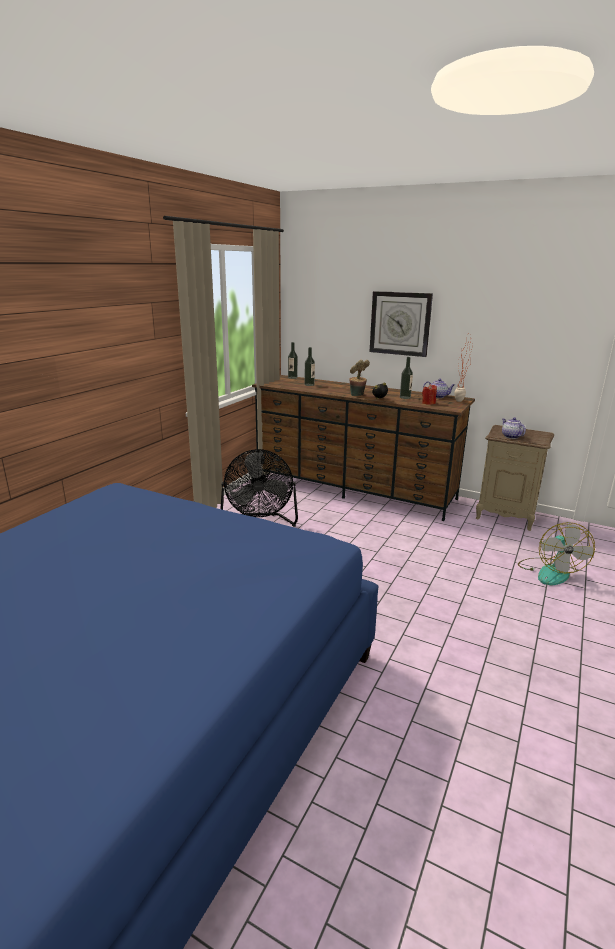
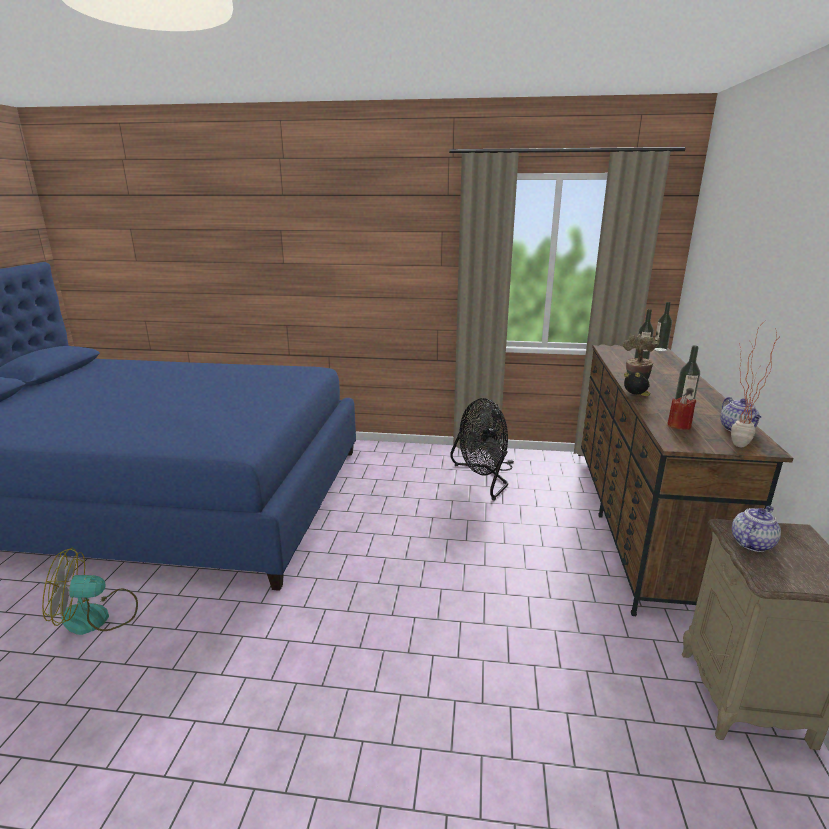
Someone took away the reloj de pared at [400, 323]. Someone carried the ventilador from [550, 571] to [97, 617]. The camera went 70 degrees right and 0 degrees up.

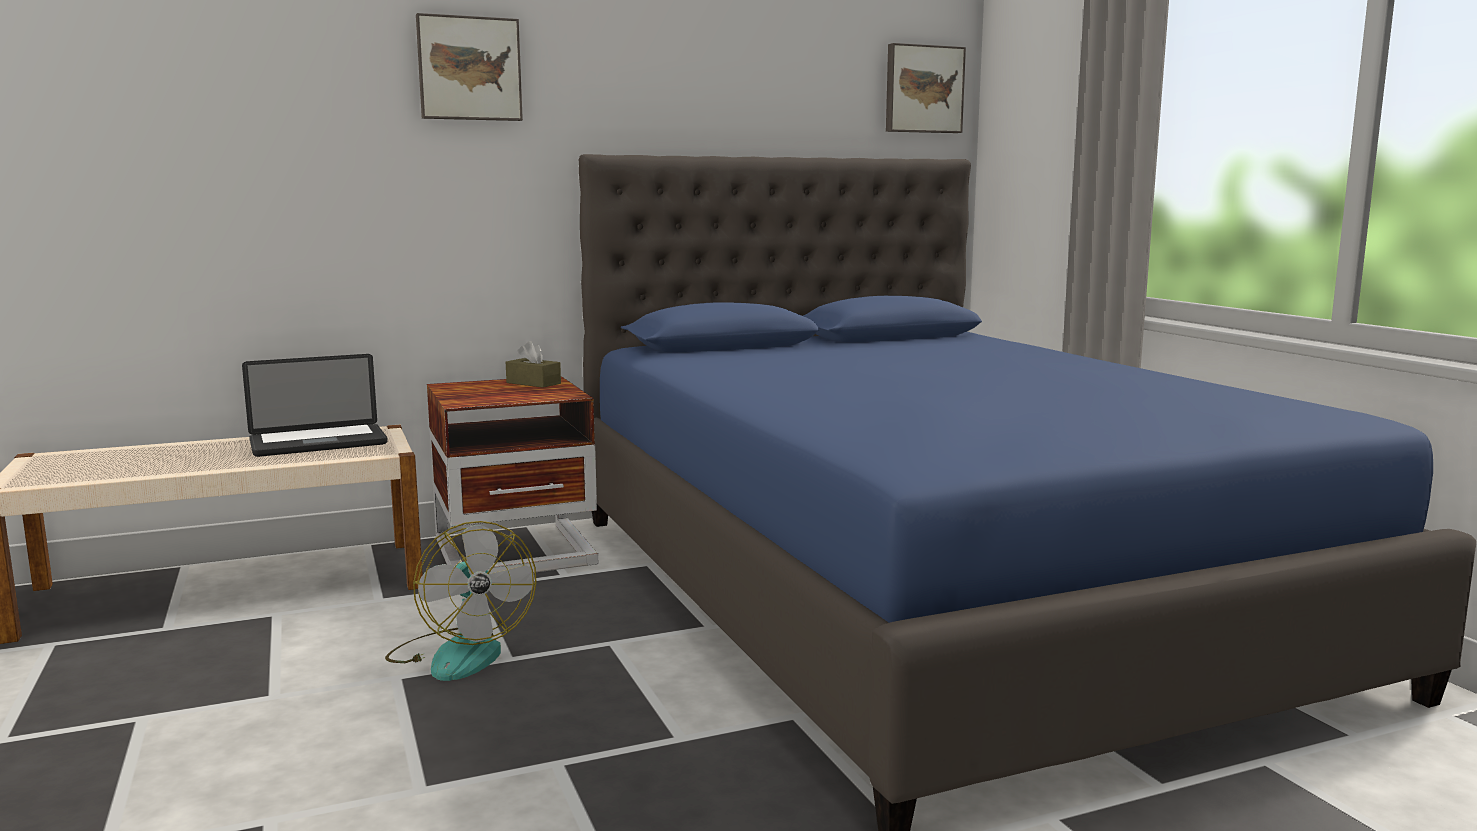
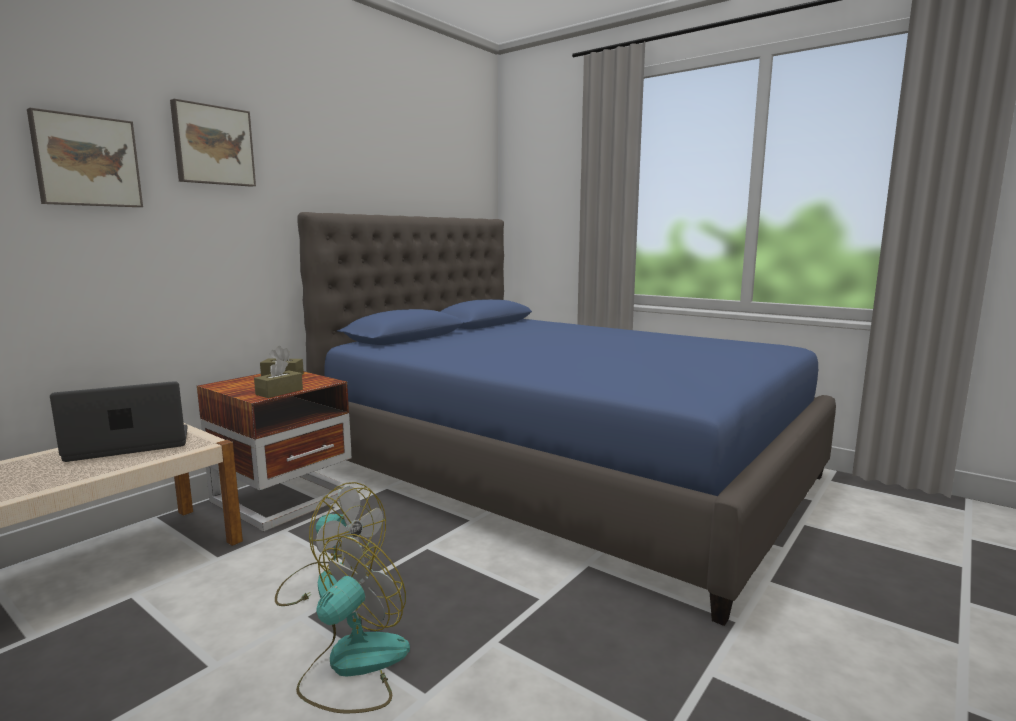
Someone put down the caja de pañuelos [marrón] at [279, 392]. Someone put down the ventilador at [354, 666]. Someone carried the cuadro from [923, 89] to [86, 161]. Someone rotated the portátil at [318, 443] by 150 degrees counterclockwise. The camera went 30 degrees left and 0 degrees up.

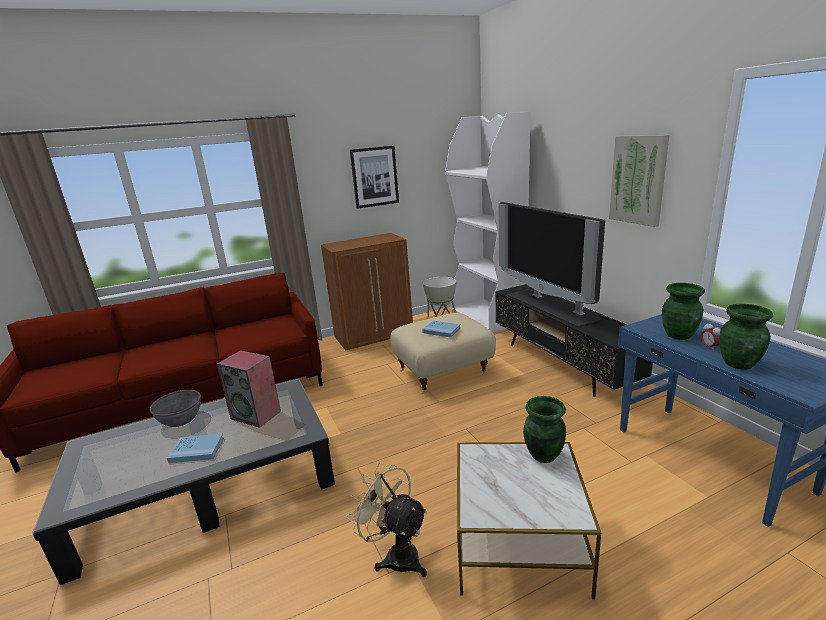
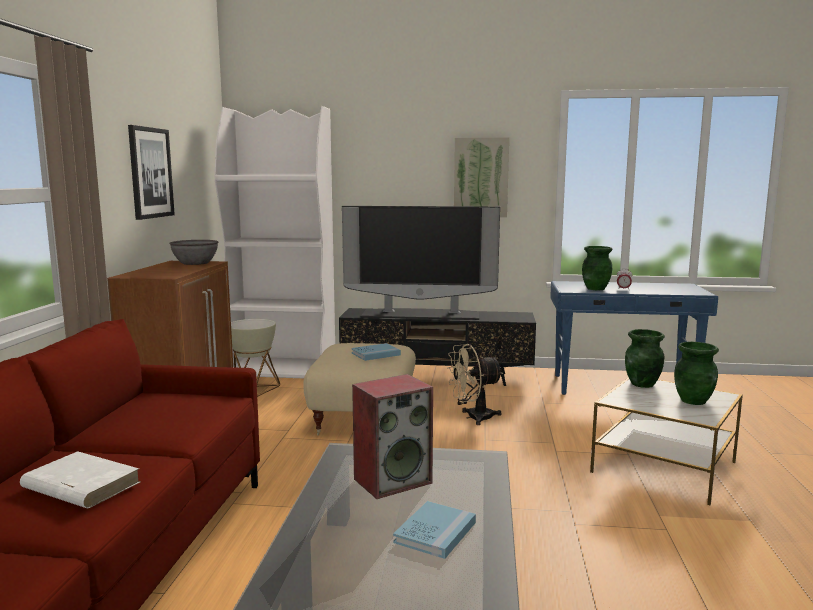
Someone put down the libro [blanco] at [80, 485]. Someone carried the cuenco [gris] from [181, 419] to [195, 263]. Someone carried the ventilador [beis] from [396, 555] to [473, 417]. Someone carried the florero [verde] from [739, 364] to [693, 401]. The camera went 60 degrees left and 10 degrees down.

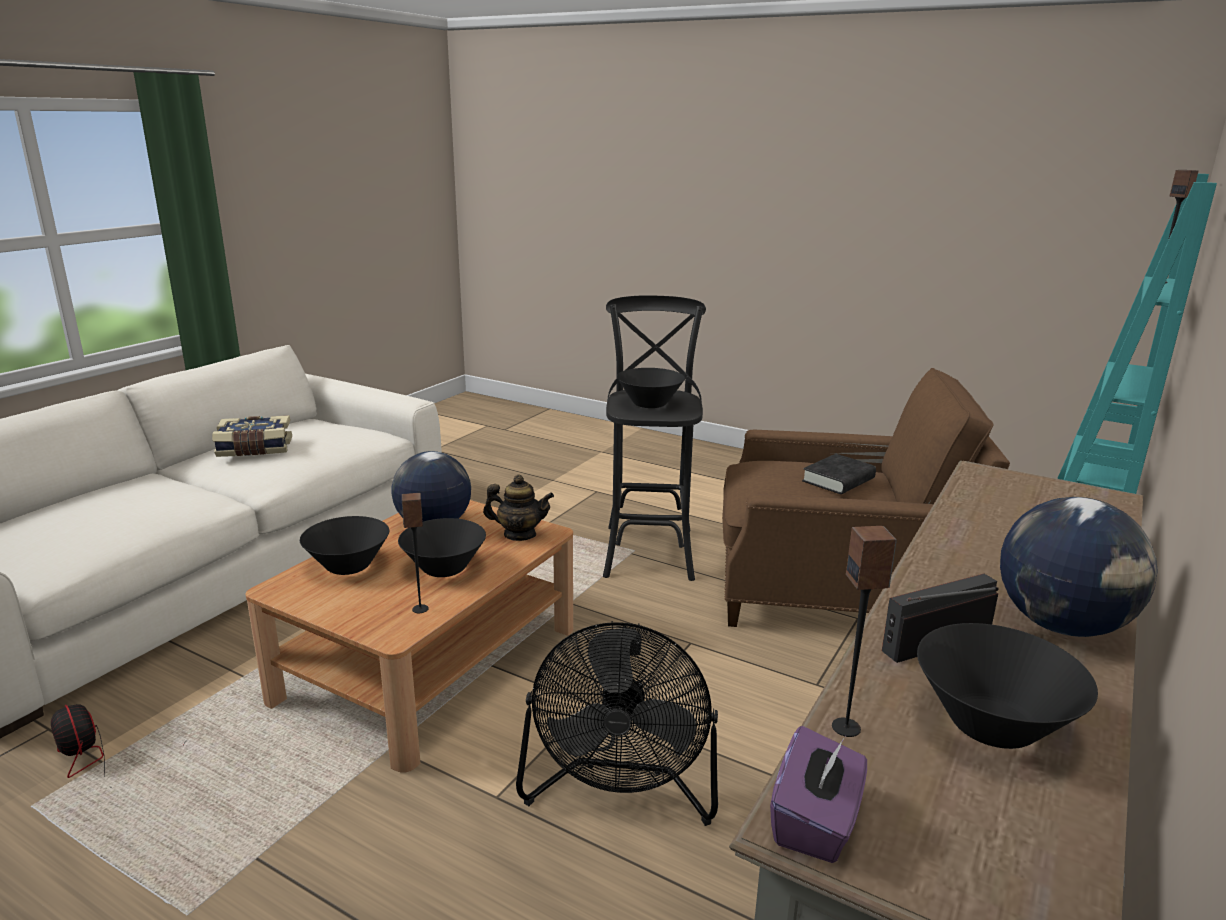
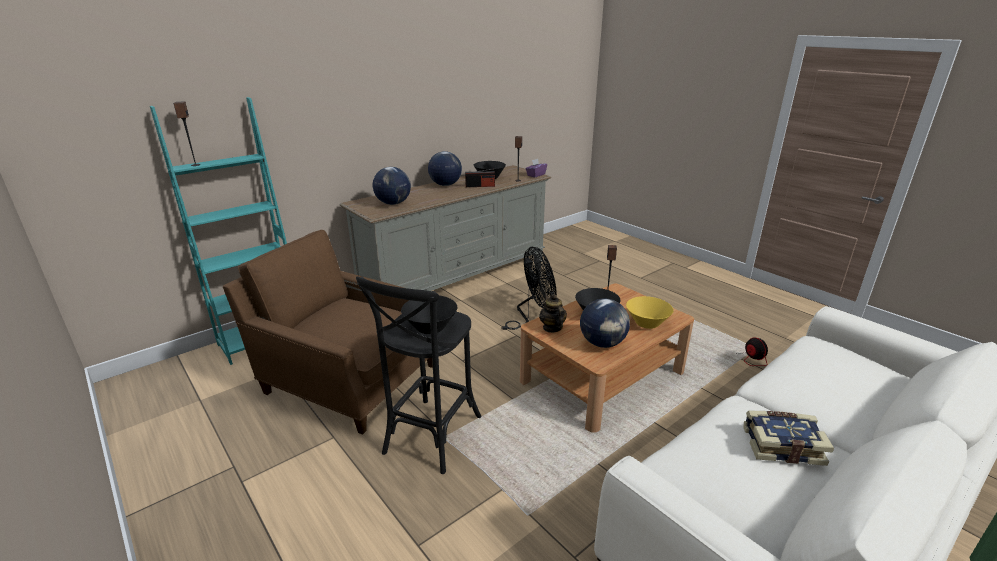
Someone took away the libro [negro] at [838, 480]. Someone put down the globo terráqueo at [393, 203]. Someone repainted the cuenco [negro] at [348, 566], which became the cuenco [amarillo] at [647, 323]. Someone rotated the tetera at [519, 534] by 45 degrees clockwise. Someone rotated the ventilador [negro] at [614, 785] by 45 degrees clockwise. The camera went 160 degrees left and 5 degrees up.

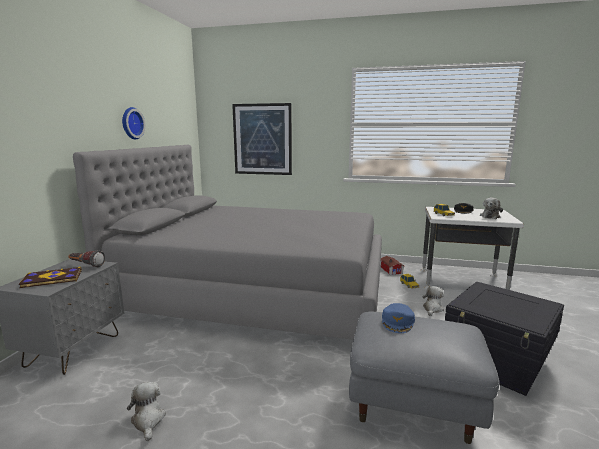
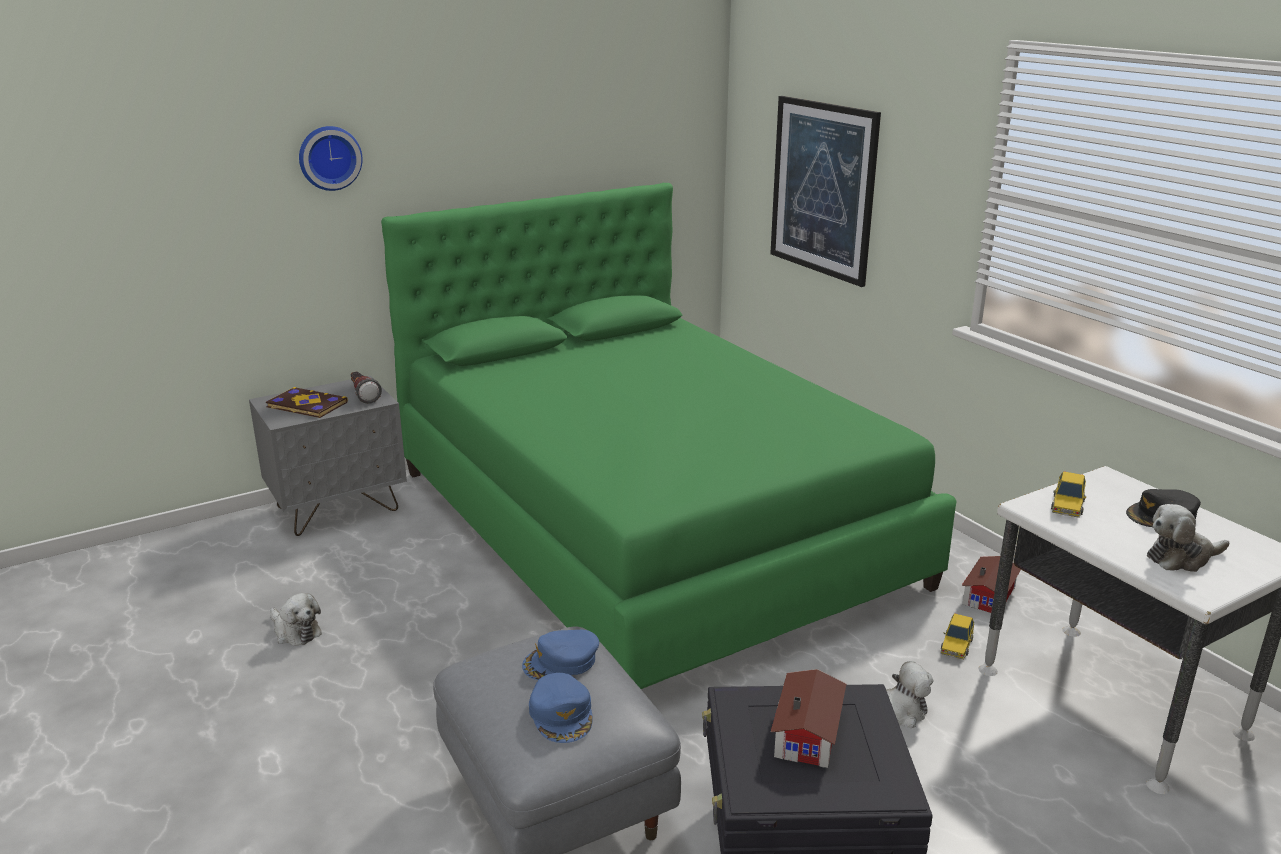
Someone put down the gorra [azul] at [562, 714]. Someone put down the casita at [810, 731]. Someone carried the reloj de pared from [131, 123] to [329, 157]. Someone repainted the cama [gris] at [255, 292], which became the cama [verde] at [647, 525]. Someone rotated the peluche at [148, 420] by 105 degrees clockwise. The camera went 45 degrees right and 10 degrees up.

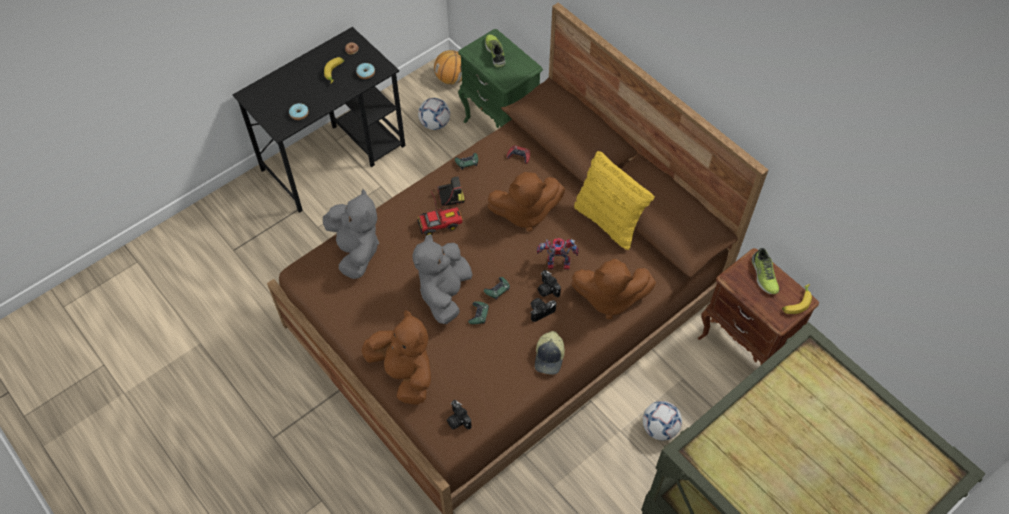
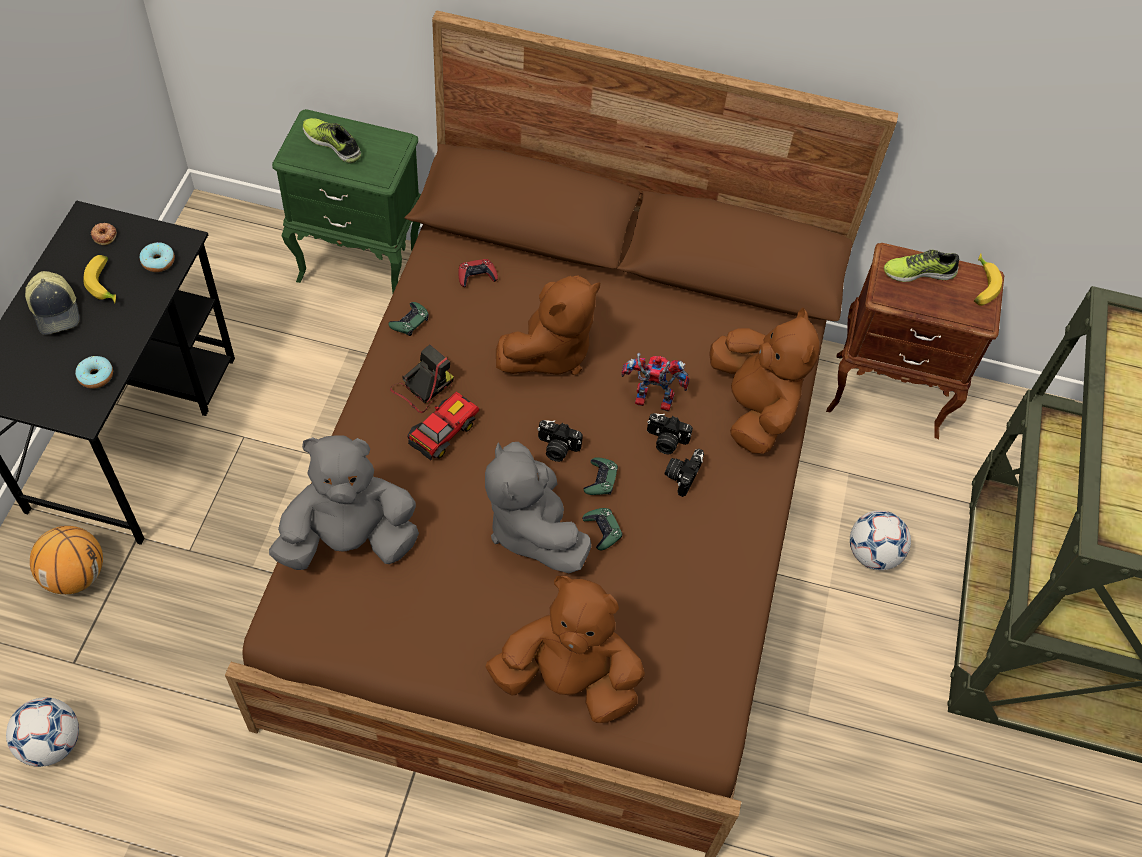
Someone took away the cojín [amarillo] at [609, 222]. Someone carried the balón de fútbol from [435, 124] to [52, 743]. Someone carried the balón de baloncesto from [451, 79] to [75, 575]. Someone carried the cámara from [457, 420] to [556, 448]. Someone carried the gorra from [549, 357] to [56, 310]. Someone rotated the peluche [gris] at [356, 251] by 45 degrees counterclockwise. Someone rotated the robot de juguete at [556, 265] by 45 degrees clockwise. Someone rotated the peluche [marrón] at [609, 298] by 75 degrees counterclockwise. Someone rotated the zapato at [763, 275] by 135 degrees clockwise. The camera went 40 degrees left and 0 degrees up.

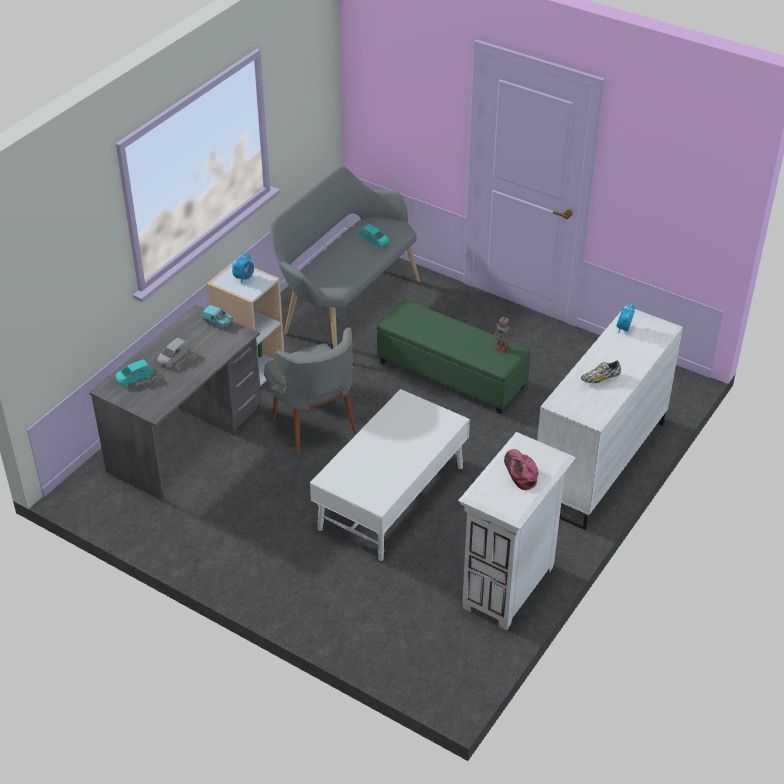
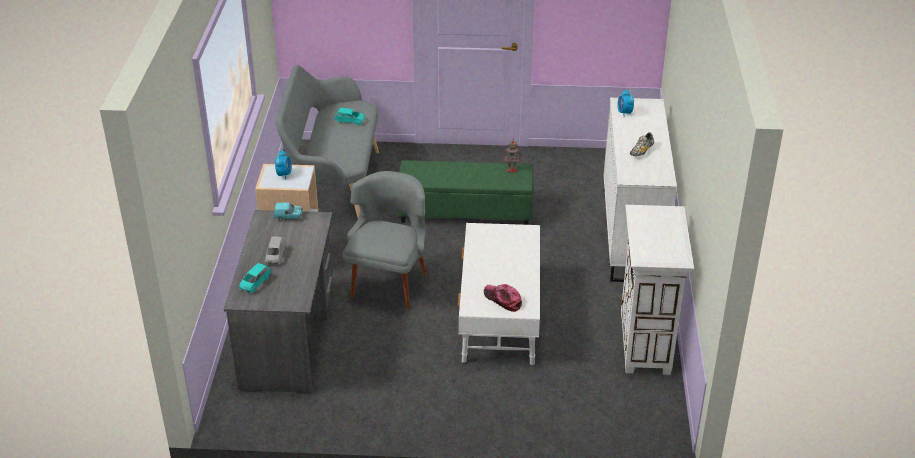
Someone carried the gorra from [520, 472] to [503, 300]. Someone rotated the silla [gris] at [314, 425] by 105 degrees counterclockwise. The camera went 30 degrees left and 5 degrees down.

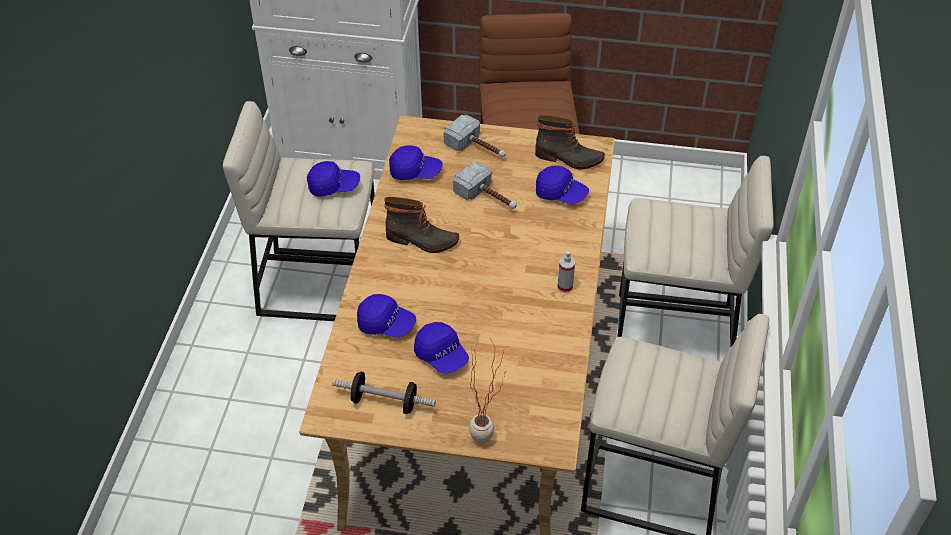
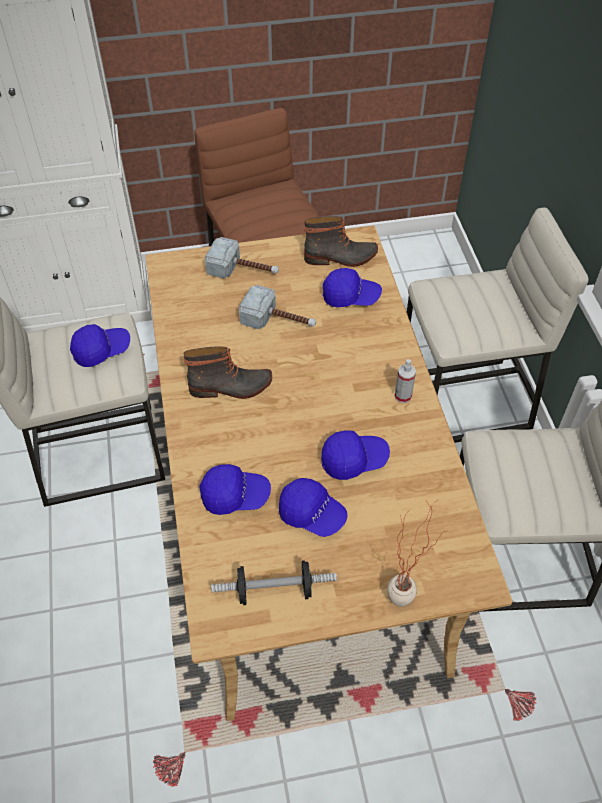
Someone carried the gorra [azul] from [415, 171] to [353, 460]. The camera went 20 degrees left and 5 degrees up.

